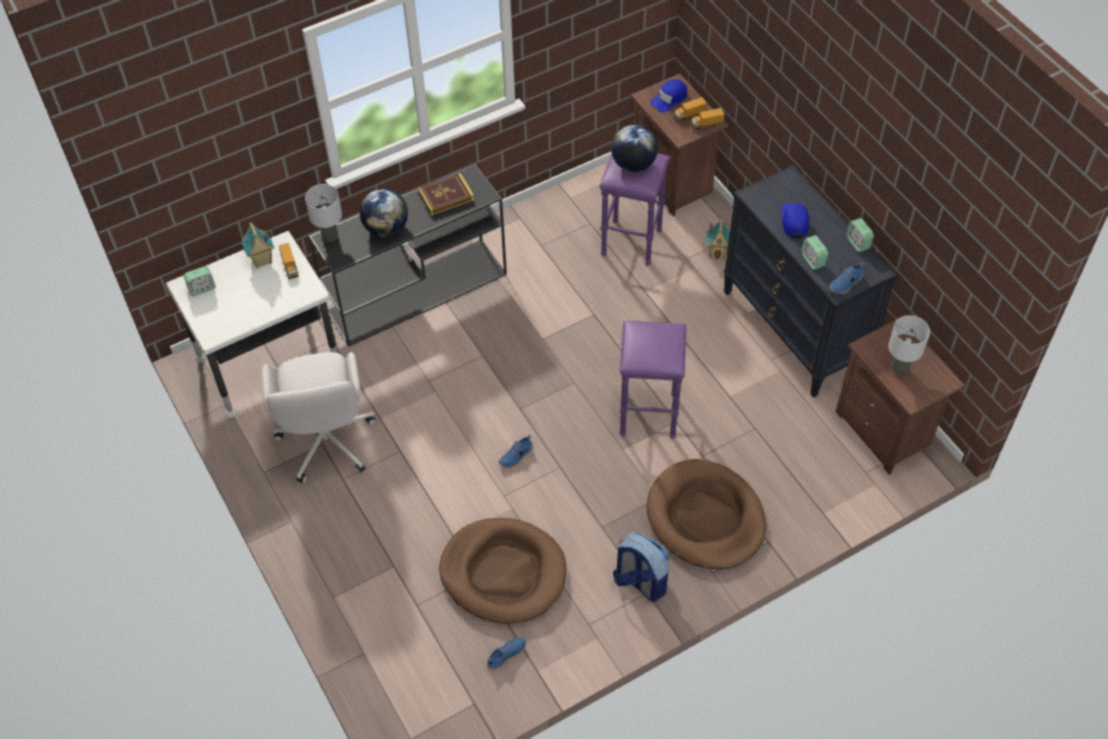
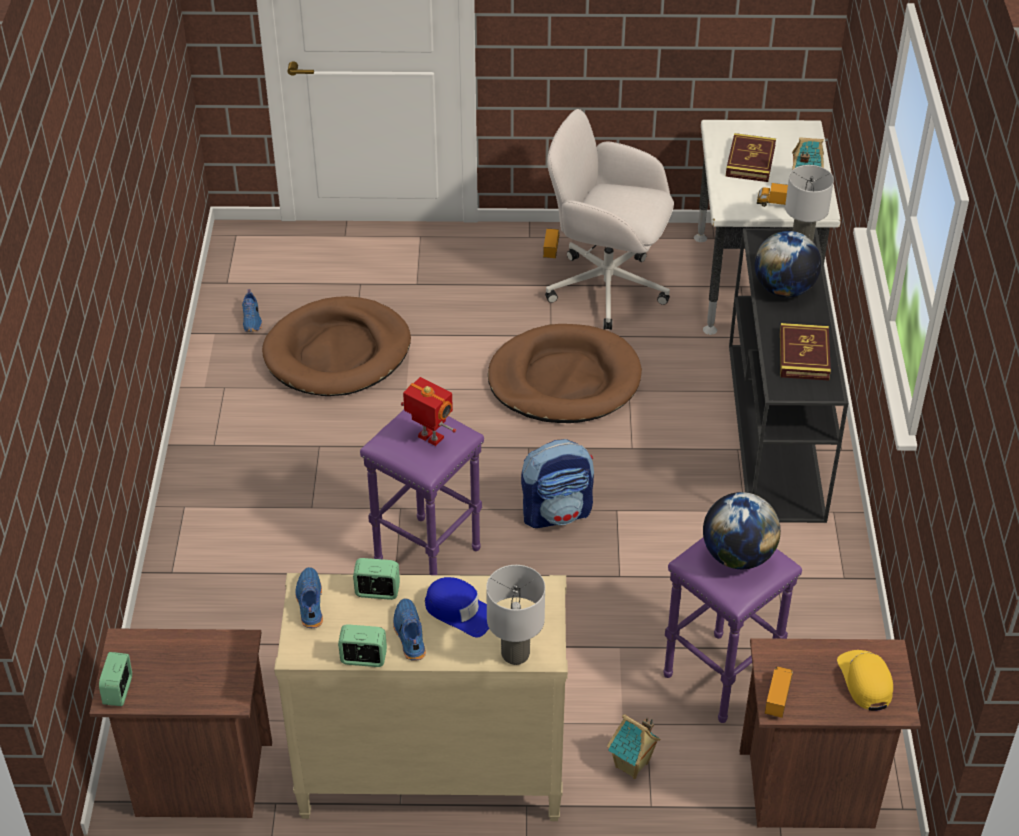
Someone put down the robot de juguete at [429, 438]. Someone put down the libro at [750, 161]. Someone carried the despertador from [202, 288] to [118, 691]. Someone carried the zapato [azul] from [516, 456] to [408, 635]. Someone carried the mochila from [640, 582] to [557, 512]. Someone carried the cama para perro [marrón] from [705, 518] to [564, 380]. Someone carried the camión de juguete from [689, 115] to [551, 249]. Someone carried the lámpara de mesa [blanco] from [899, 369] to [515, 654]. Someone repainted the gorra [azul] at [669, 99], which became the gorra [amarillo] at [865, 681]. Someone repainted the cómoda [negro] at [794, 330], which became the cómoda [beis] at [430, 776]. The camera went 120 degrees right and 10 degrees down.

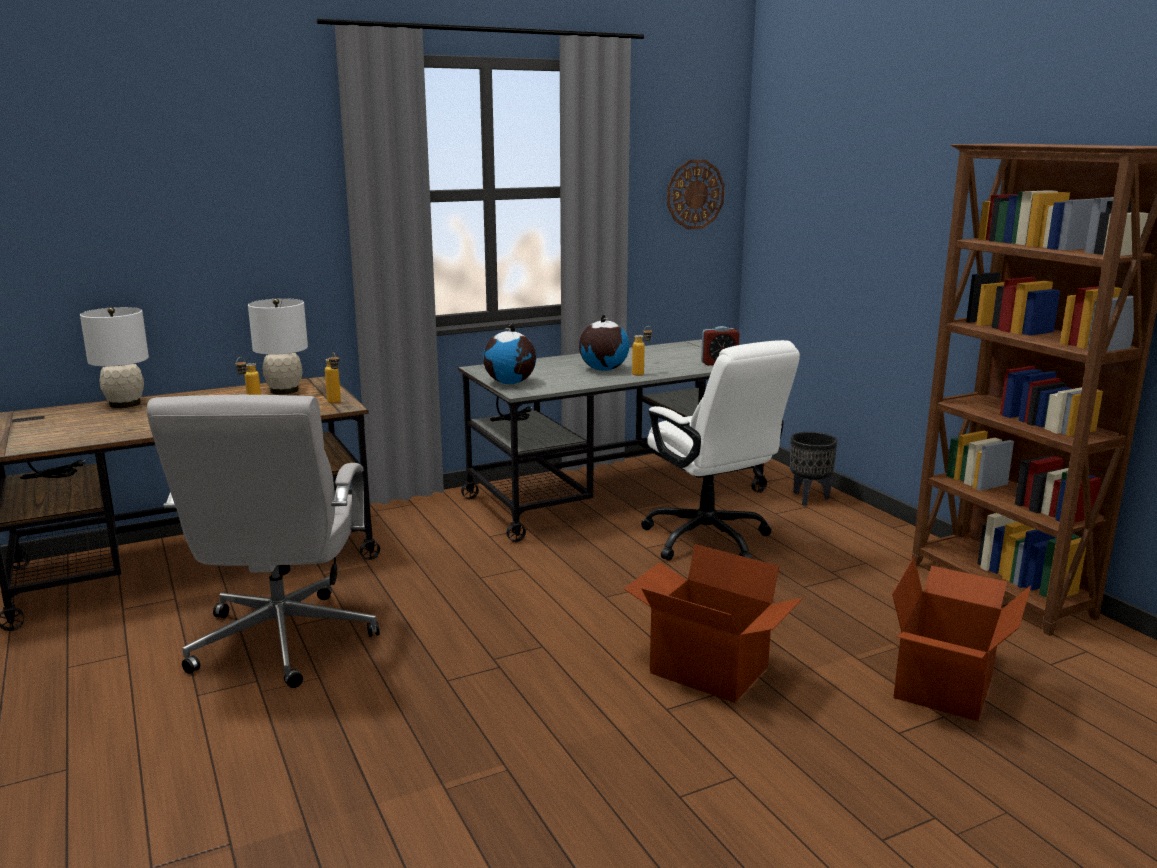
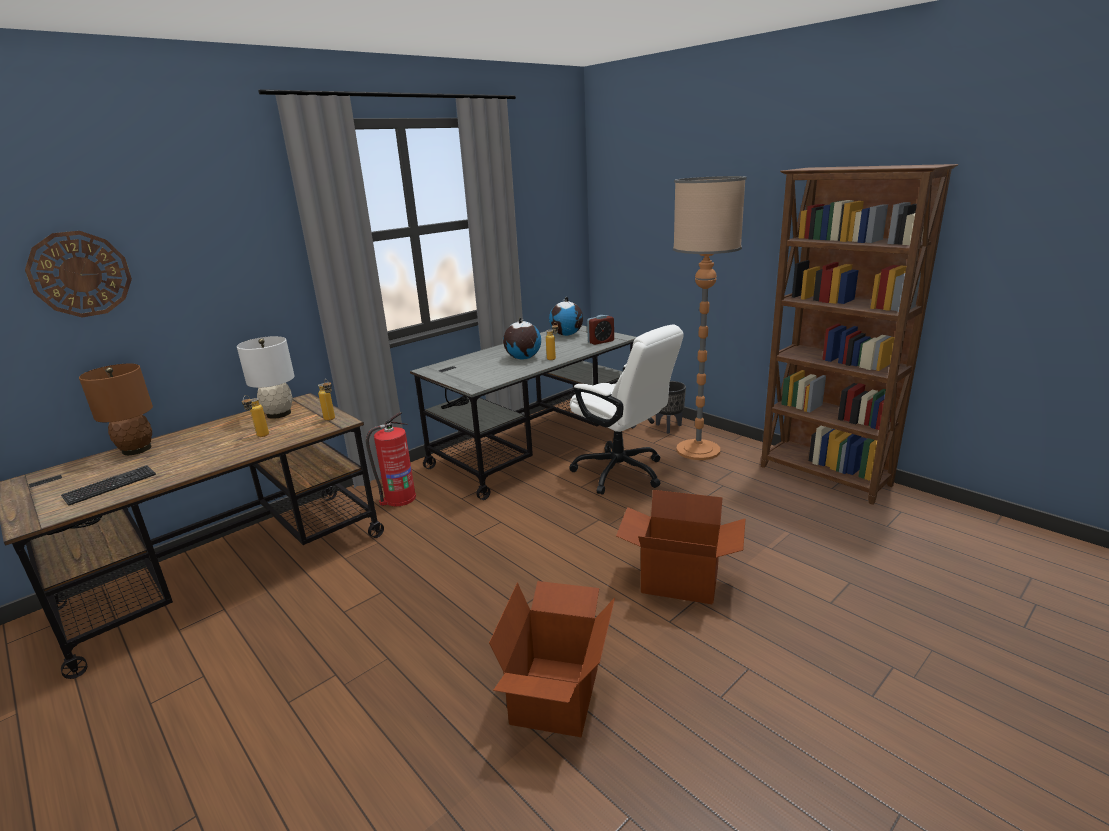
Someone took away the silla de oficina [gris] at [283, 638]. Someone put down the teclado at [110, 486]. Someone put down the extintor at [399, 498]. Someone put down the lámpara de pie at [698, 450]. Someone carried the globo terráqueo from [510, 383] to [567, 335]. Someone carried the reloj de pared from [695, 194] to [80, 274]. Someone carried the caja de cartón from [946, 686] to [557, 696]. Someone repainted the lámpara de mesa [blanco] at [125, 404], which became the lámpara de mesa [marrón] at [137, 449]. The camera went 15 degrees left and 5 degrees up.

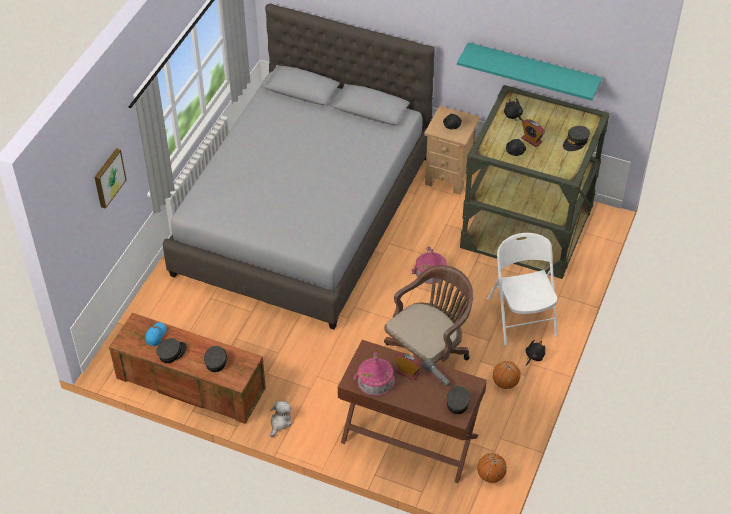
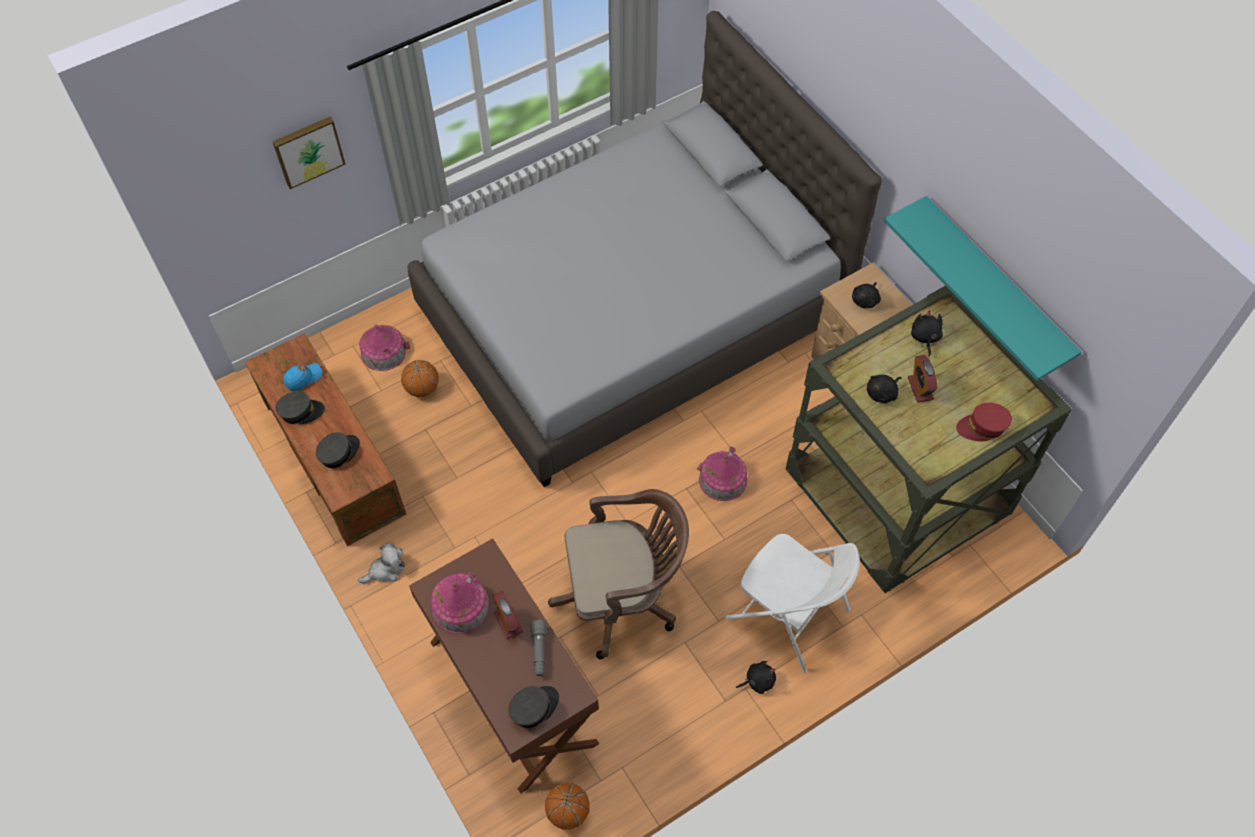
Someone put down the casita at [383, 351]. Someone carried the balón de baloncesto from [505, 383] to [422, 388]. Someone repainted the gorra [gris] at [575, 142], which became the gorra [rojo] at [982, 427]. Someone rotated the silla [blanco] at [522, 317] by 105 degrees clockwise. The camera went 35 degrees right and 10 degrees up.

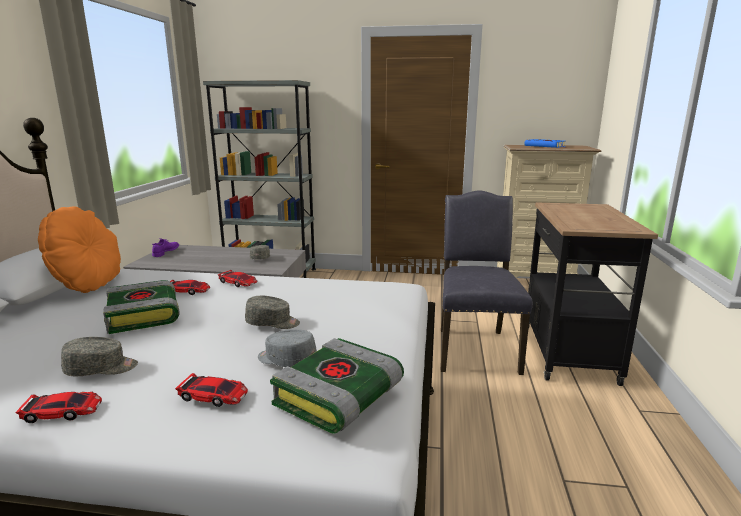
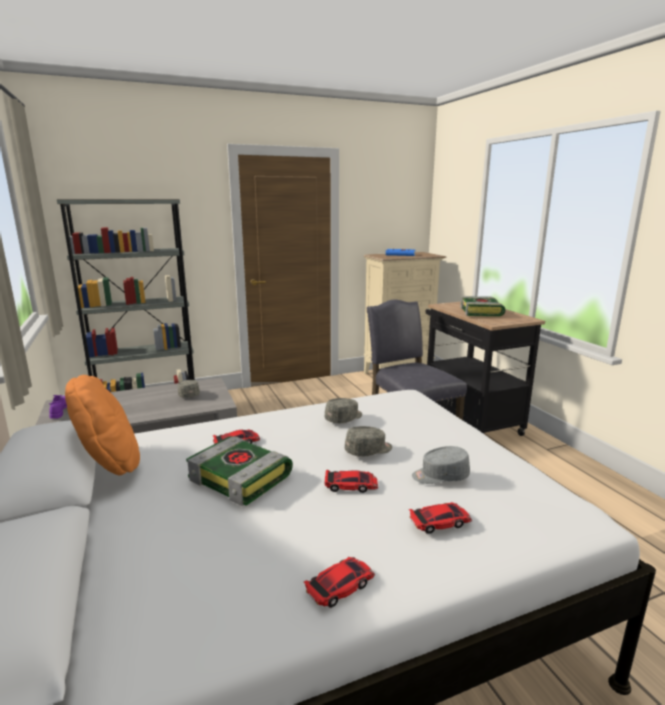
Someone carried the gorra [gris] from [101, 369] to [344, 418]. Someone carried the coche de juguete from [238, 282] to [351, 485]. Someone carried the libro from [339, 397] to [482, 312]. The camera went 30 degrees left and 0 degrees up.

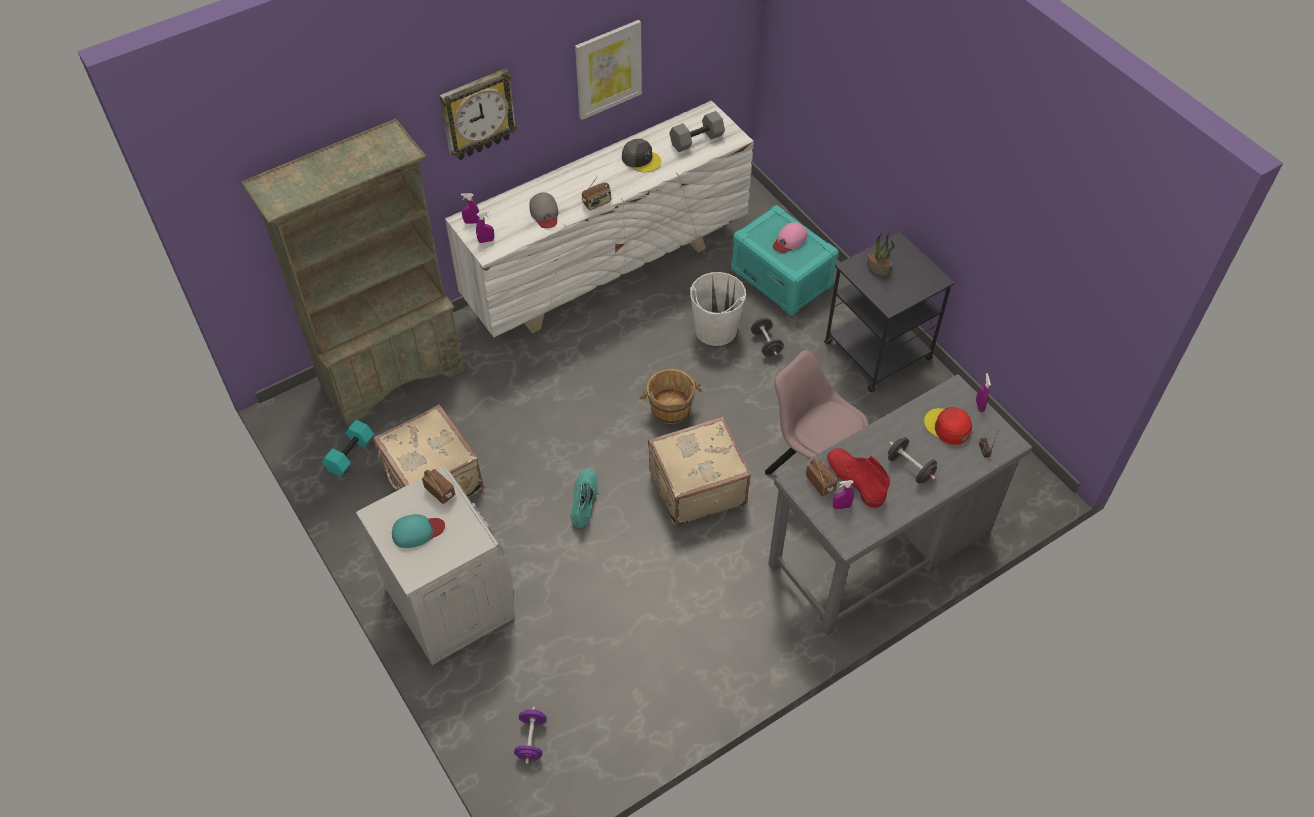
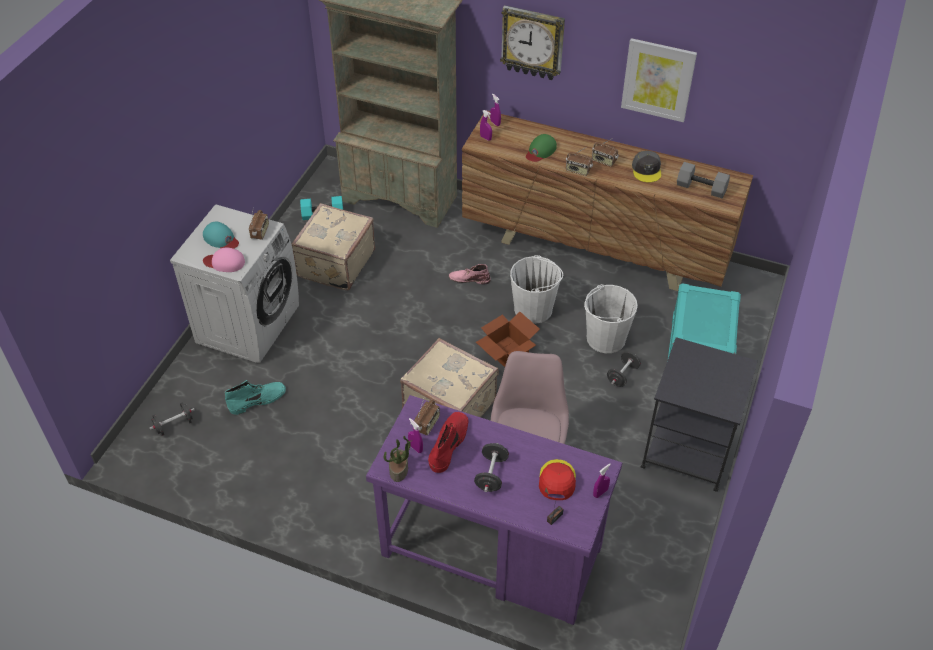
Someone put down the bota [rosa] at [469, 278]. Someone put down the cubo [blanco] at [533, 309]. Someone put down the radio at [603, 161]. Someone carried the bota [turquesa] from [584, 500] to [258, 400]. Someone carried the gorra [rosa] from [789, 240] to [224, 262]. Someone carried the planta en maceta from [879, 268] to [399, 470]. Someone swapped the cubo [marrón] at [670, 409] for the caja de cartón at [506, 352]. Someone repainted the armario [blanco] at [607, 273], which became the armario [marrón] at [595, 251]. Someone repainted the mancuerna [morado] at [531, 740], which became the mancuerna [negro] at [174, 425]. Someone repainted the gorra [gris] at [544, 213], which became the gorra [verde] at [540, 151]. Someone repainted the escritorio [gris] at [880, 549], which became the escritorio [morado] at [490, 552]. The camera went 55 degrees right and 5 degrees down.

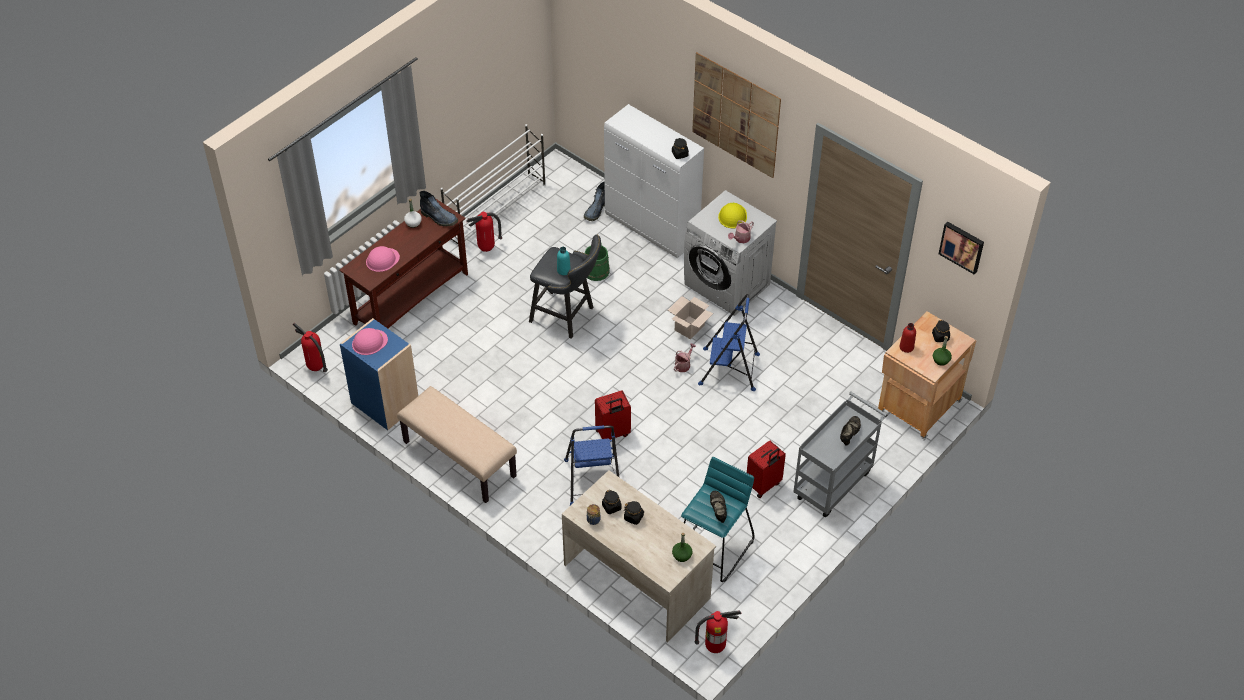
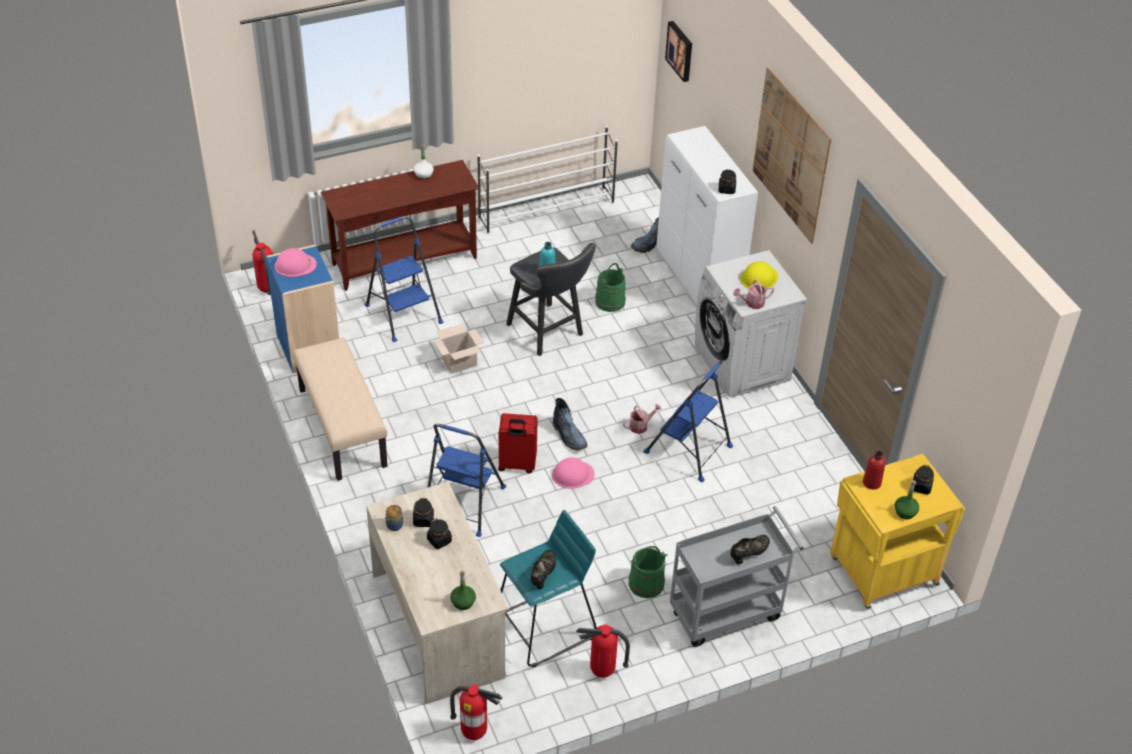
Someone put down the escalera de tijera [azul] at [402, 312]. Someone carried the casco [rosa] from [382, 260] to [572, 474]. Someone carried the bota from [439, 218] to [569, 436]. Someone carried the extintor from [486, 249] to [602, 672]. Someone carried the caja de cartón from [689, 327] to [460, 361]. Someone carried the cuadro from [962, 246] to [680, 50]. Someone swapped the maleta [rojo] at [764, 485] for the cubo [verde] at [646, 584]. Someone repainted the carrito [marrón] at [918, 408], which became the carrito [amarillo] at [881, 574]. The camera went 25 degrees right and 5 degrees down.

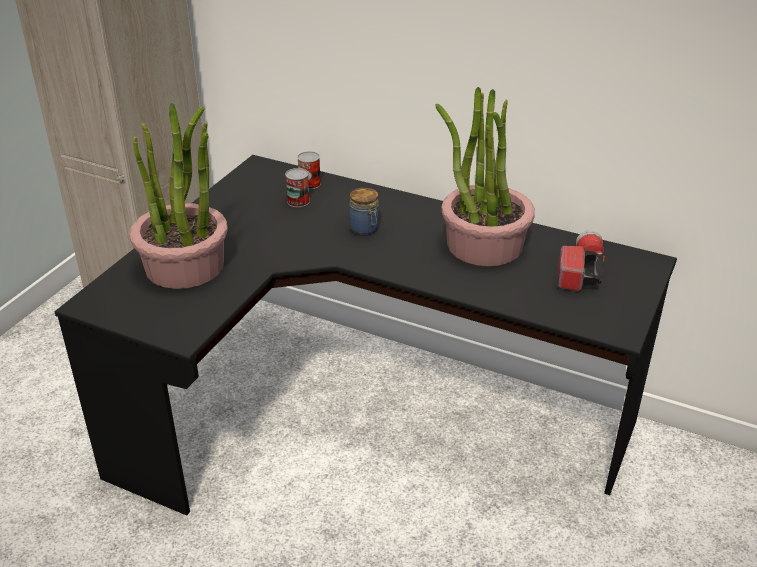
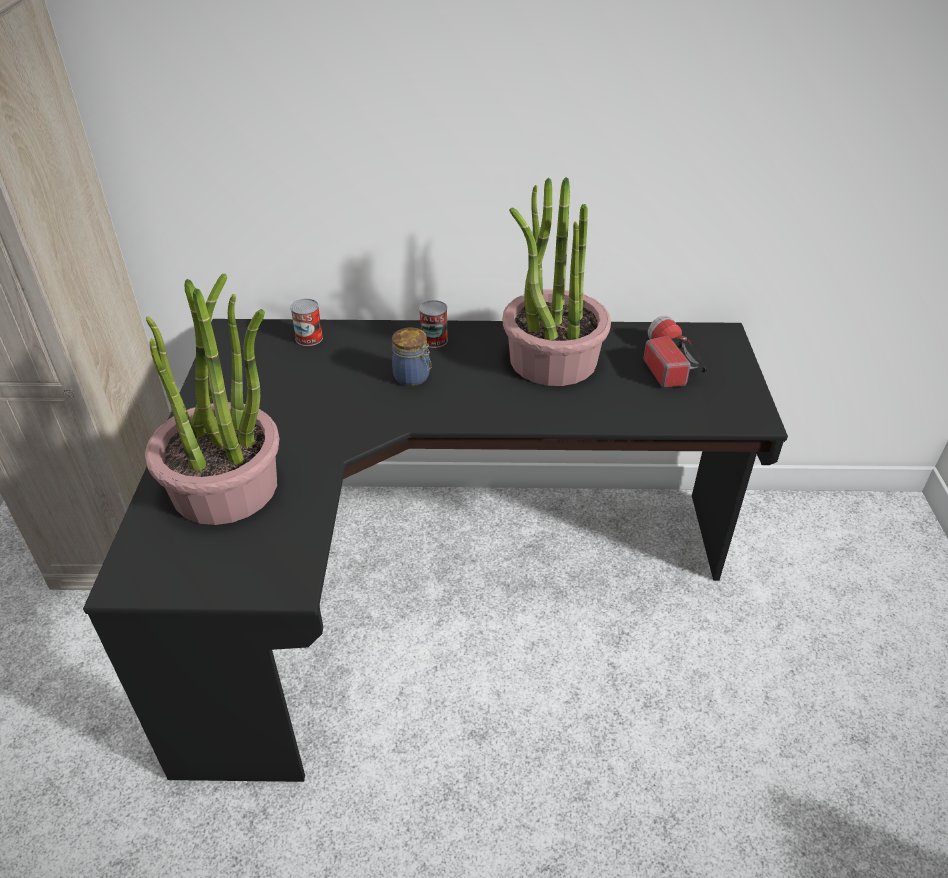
Someone carried the lata from [298, 201] to [434, 340]. The camera went 25 degrees left and 5 degrees up.

